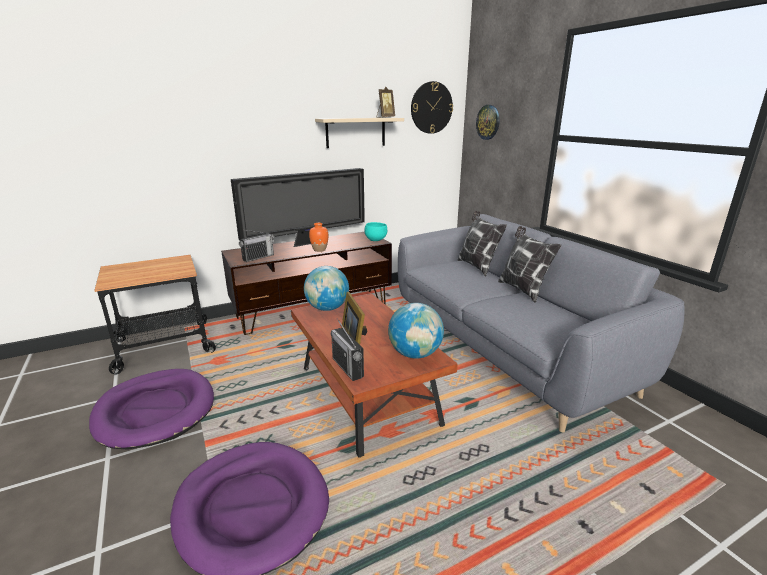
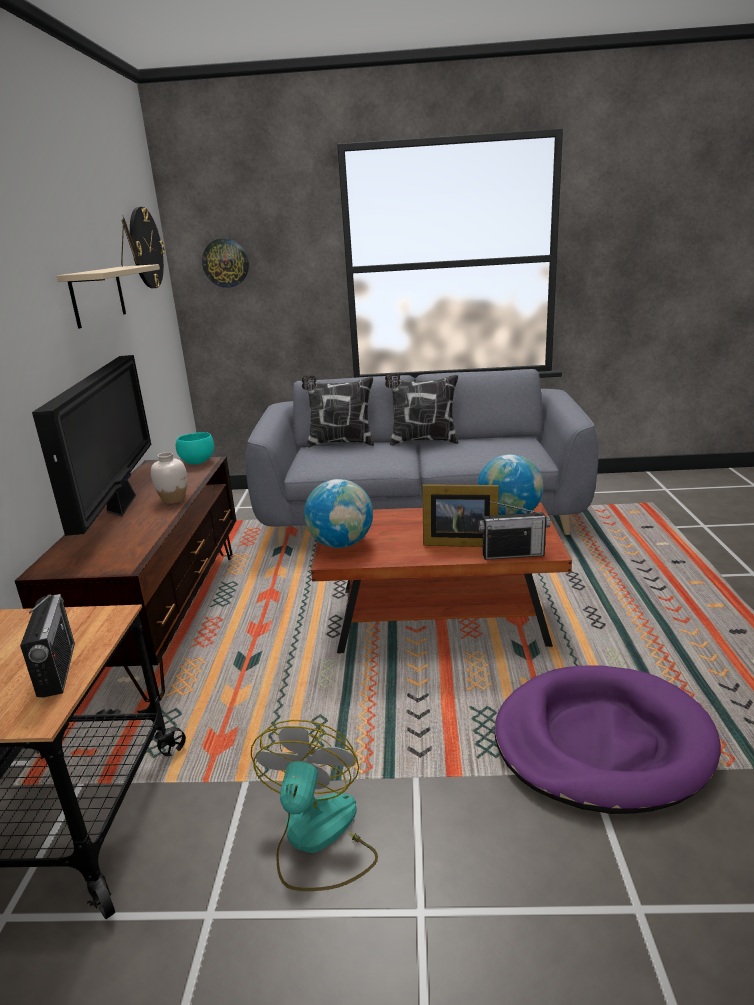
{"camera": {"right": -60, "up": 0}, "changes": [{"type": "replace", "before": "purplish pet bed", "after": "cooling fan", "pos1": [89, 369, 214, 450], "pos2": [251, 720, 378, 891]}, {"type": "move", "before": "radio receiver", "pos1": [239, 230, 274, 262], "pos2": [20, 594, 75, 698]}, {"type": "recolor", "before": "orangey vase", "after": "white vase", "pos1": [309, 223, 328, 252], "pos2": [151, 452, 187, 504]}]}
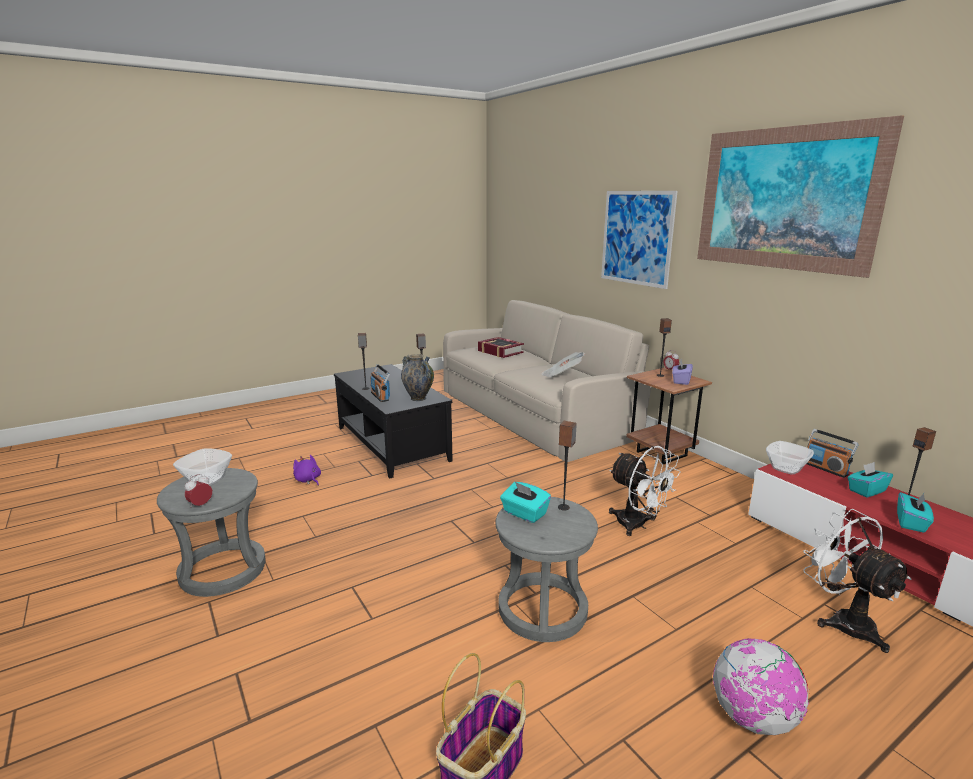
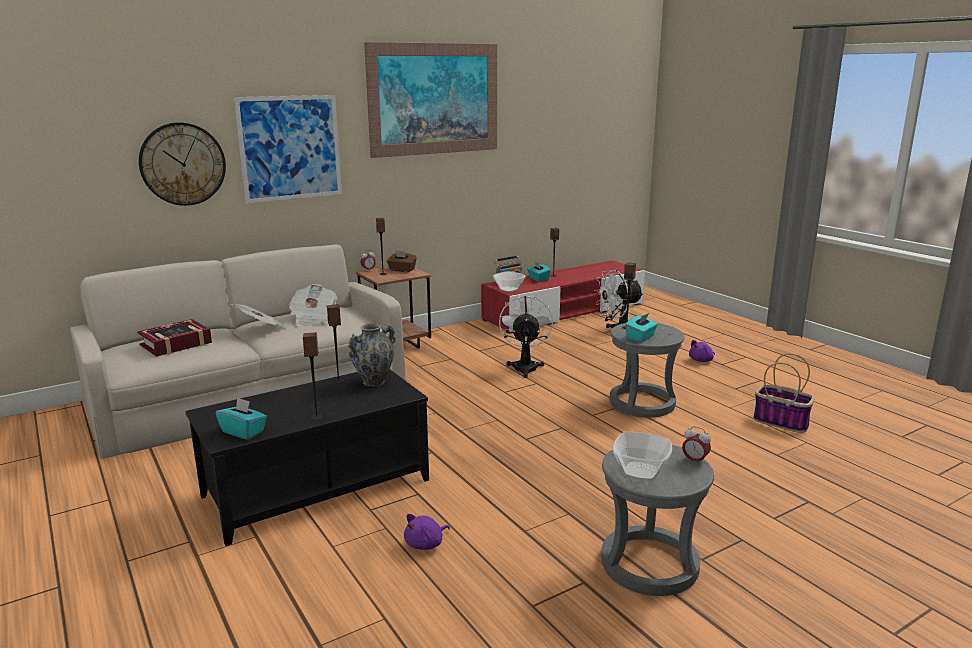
{"camera": {"right": -90, "up": 0}, "changes": [{"type": "delete", "before": "radio receiver", "pos1": [370, 364, 390, 402]}, {"type": "rotate", "before": "white cooling fan", "pos1": [609, 446, 681, 536], "pos2": [499, 294, 553, 378], "turn": -45}, {"type": "recolor", "before": "purplish tissue holder", "after": "brown-coloured tissue holder", "pos1": [672, 359, 693, 385], "pos2": [387, 250, 417, 272]}, {"type": "replace", "before": "world globe", "after": "purplish plush toy", "pos1": [713, 639, 809, 735], "pos2": [689, 340, 715, 362]}, {"type": "move", "before": "turquoise-coloured tissue holder", "pos1": [897, 492, 934, 533], "pos2": [215, 397, 267, 440]}, {"type": "insert", "after": "hanging clock", "pos2": [139, 122, 226, 206]}, {"type": "insert", "after": "newspaper", "pos2": [231, 304, 289, 327]}]}
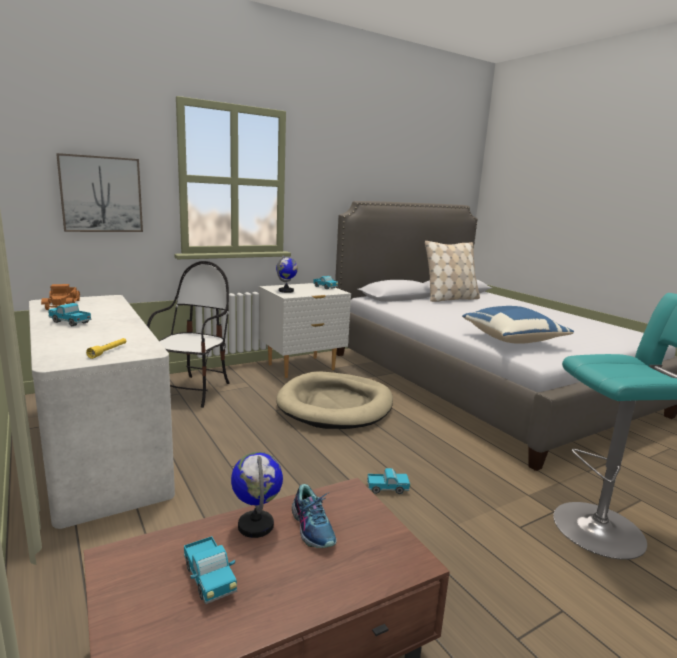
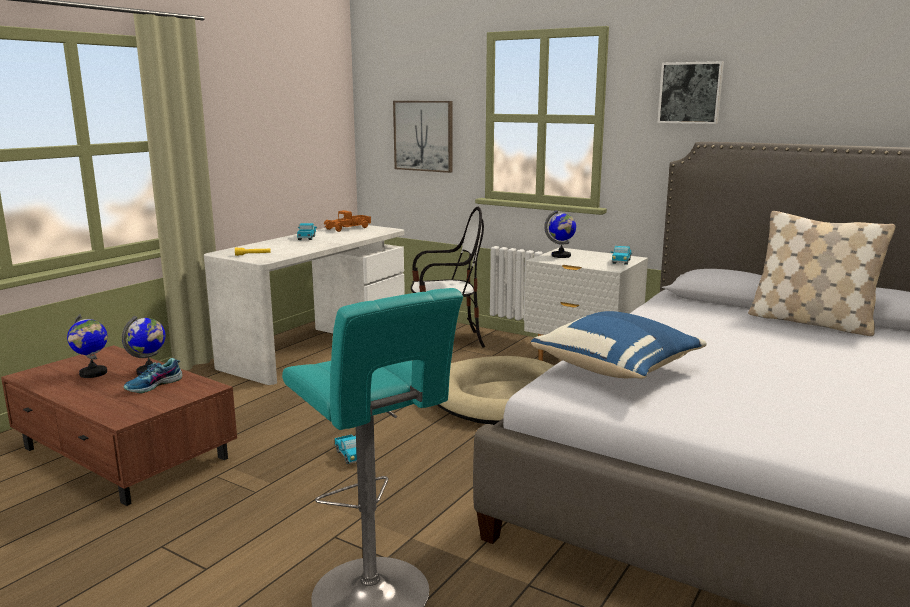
{"camera": {"right": 65, "up": 0}, "changes": [{"type": "replace", "before": "toy truck", "after": "world globe", "pos1": [184, 536, 237, 604], "pos2": [67, 314, 108, 378]}, {"type": "insert", "after": "picture", "pos2": [657, 61, 724, 124]}]}
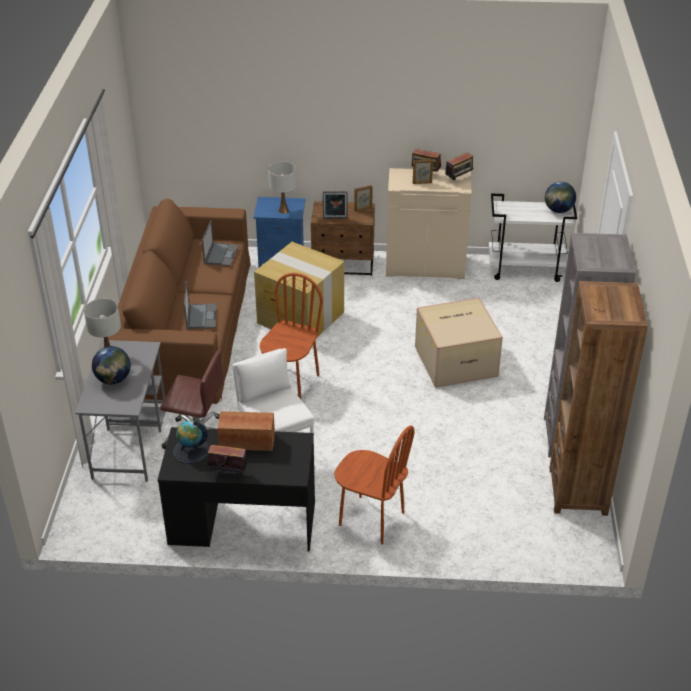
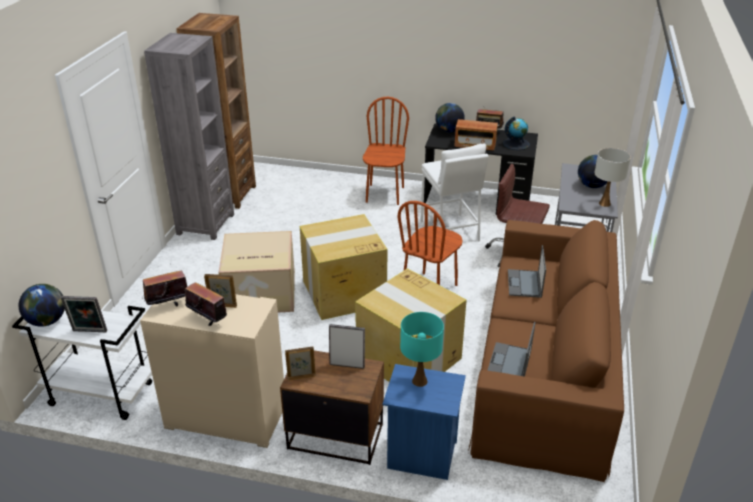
{"camera": {"right": -170, "up": -5}, "changes": [{"type": "recolor", "before": "white lamp for a table", "after": "turquoise-coloured lamp for a table", "pos1": [268, 161, 297, 214], "pos2": [400, 312, 444, 387]}, {"type": "rotate", "before": "brown-coloured plain chair", "pos1": [335, 426, 414, 544], "pos2": [363, 97, 409, 205], "turn": 60}, {"type": "insert", "after": "picture frame", "pos2": [61, 296, 107, 332]}, {"type": "insert", "after": "carton", "pos2": [300, 214, 387, 320]}, {"type": "insert", "after": "world globe", "pos2": [435, 103, 465, 132]}]}
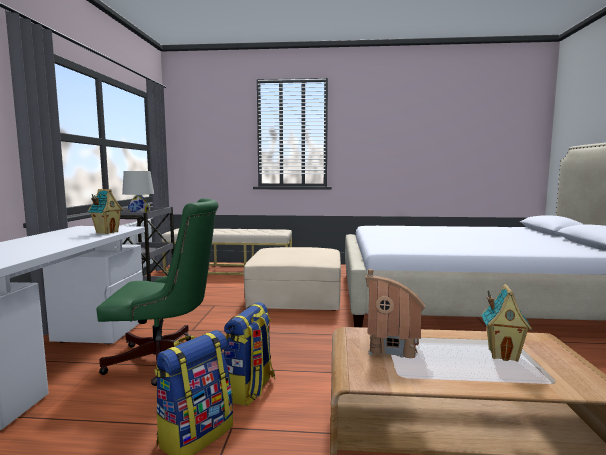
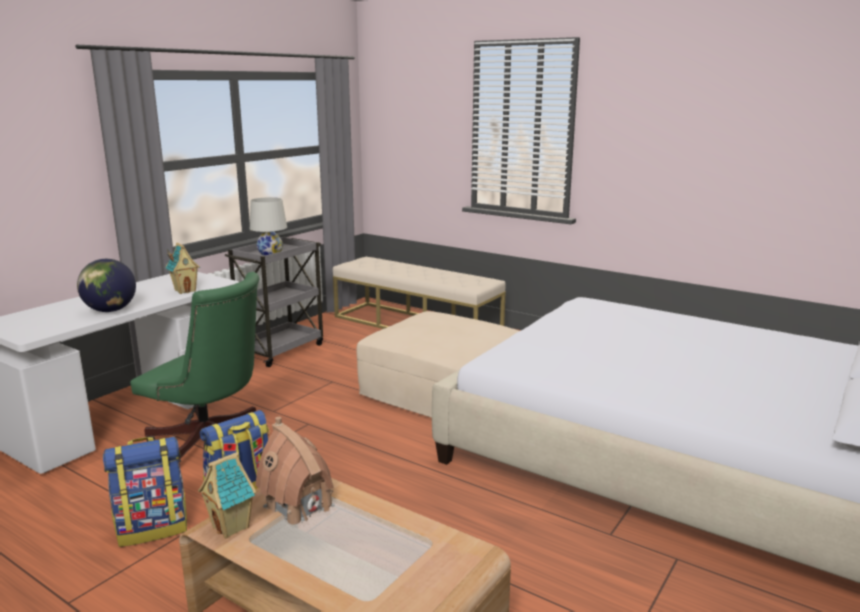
{"camera": {"right": 30, "up": 10}, "changes": [{"type": "move", "before": "toy house", "pos1": [481, 284, 533, 362], "pos2": [198, 452, 256, 538]}, {"type": "insert", "after": "world globe", "pos2": [77, 259, 136, 312]}]}
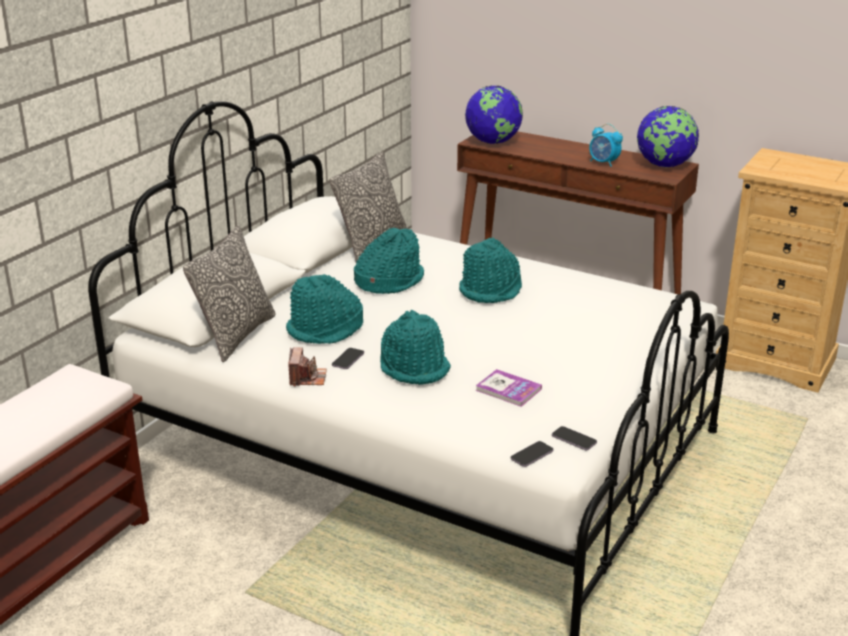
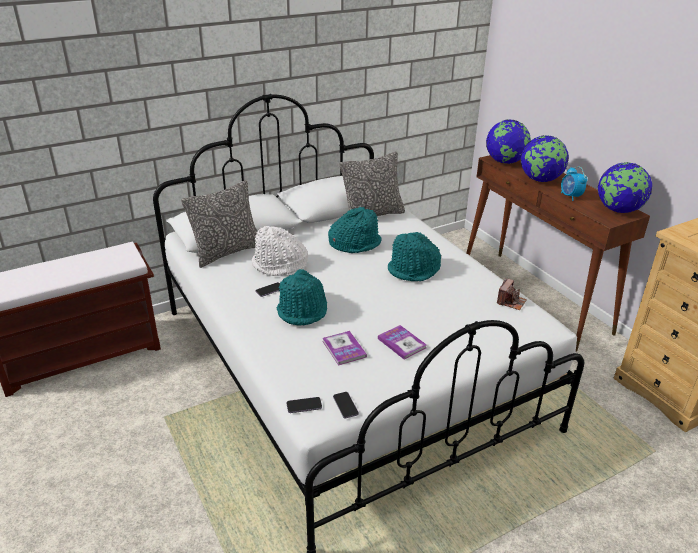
{"camera": {"right": 30, "up": 5}, "changes": [{"type": "recolor", "before": "turquoise-coloured wearable hat", "after": "white wearable hat", "pos1": [286, 274, 363, 344], "pos2": [252, 226, 308, 276]}, {"type": "move", "before": "photo camera", "pos1": [289, 347, 327, 387], "pos2": [497, 278, 527, 310]}, {"type": "insert", "after": "book", "pos2": [378, 325, 427, 359]}, {"type": "insert", "after": "world globe", "pos2": [521, 135, 569, 182]}]}
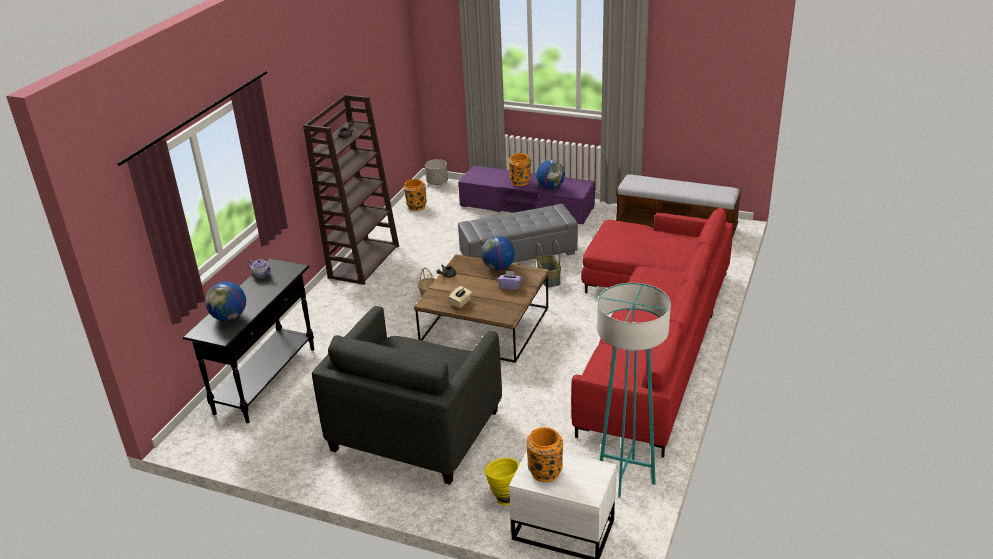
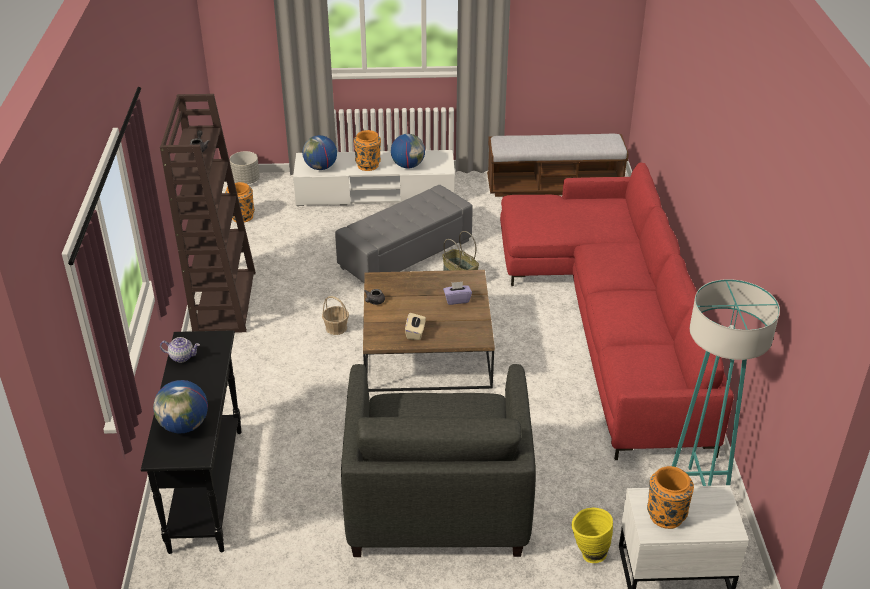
{"camera": {"right": -25, "up": 5}, "changes": [{"type": "recolor", "before": "purplish media console", "after": "white media console", "pos1": [458, 165, 595, 224], "pos2": [293, 150, 455, 206]}, {"type": "move", "before": "world globe", "pos1": [481, 236, 515, 270], "pos2": [302, 135, 337, 170]}]}
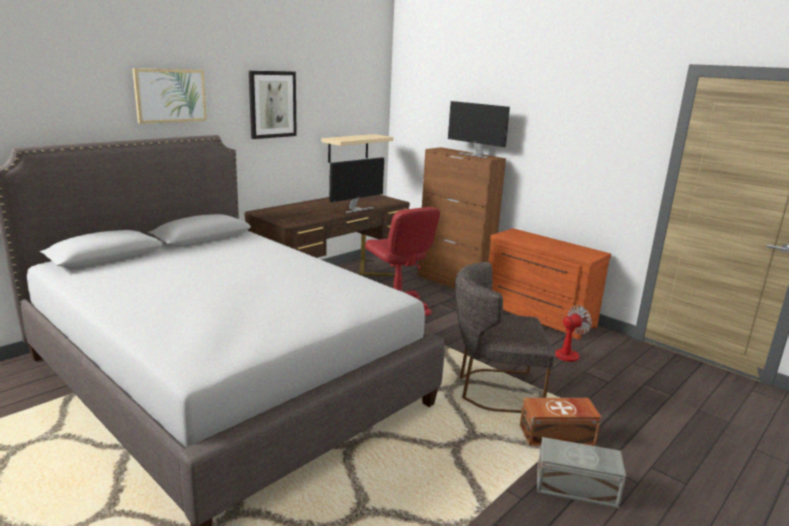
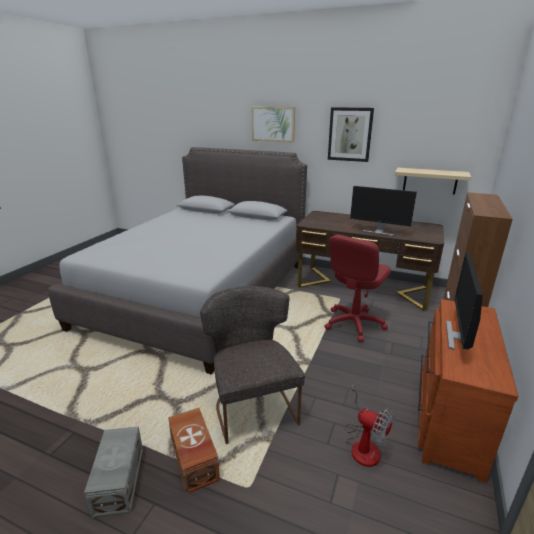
{"camera": {"right": 70, "up": 5}, "changes": [{"type": "move", "before": "computer screen", "pos1": [448, 101, 510, 158], "pos2": [446, 253, 483, 350]}]}
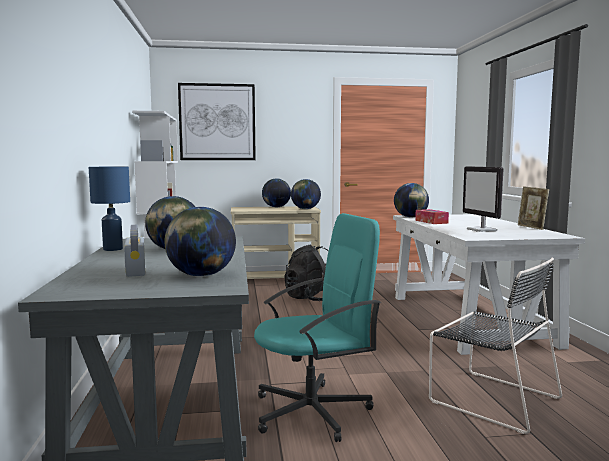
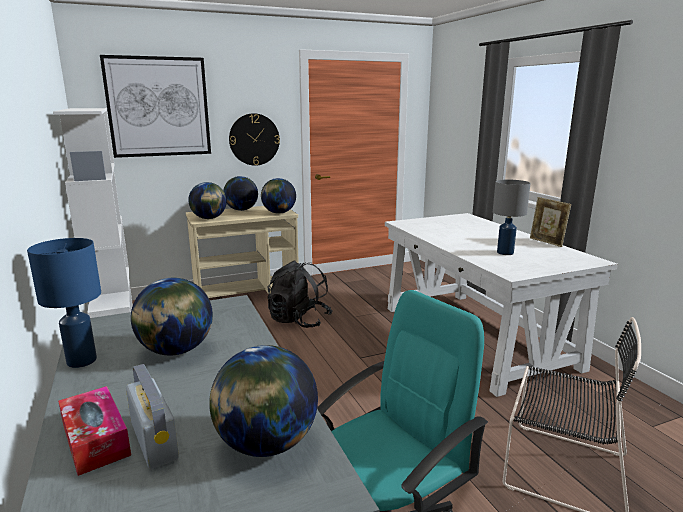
{"camera": {"right": -15, "up": 10}, "changes": [{"type": "move", "before": "world globe", "pos1": [394, 183, 429, 217], "pos2": [188, 182, 227, 219]}, {"type": "move", "before": "tissue holder", "pos1": [415, 209, 449, 224], "pos2": [58, 386, 131, 476]}, {"type": "replace", "before": "computer screen", "after": "grey lamp for a table", "pos1": [463, 166, 504, 232], "pos2": [493, 180, 531, 255]}, {"type": "insert", "after": "hanging clock", "pos2": [229, 113, 280, 166]}]}
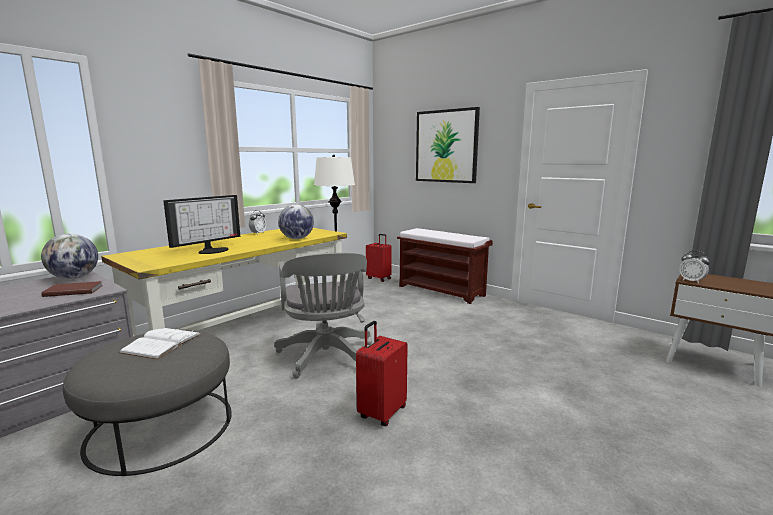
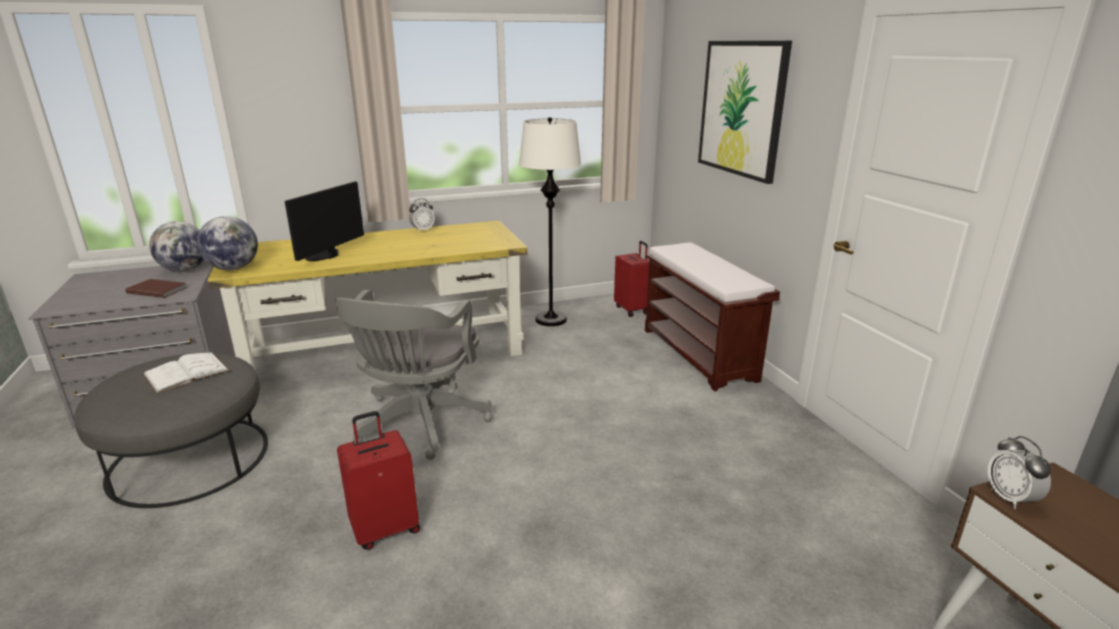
{"camera": {"right": 30, "up": 10}, "changes": [{"type": "rotate", "before": "computer screen", "pos1": [163, 195, 240, 254], "pos2": [285, 181, 364, 261], "turn": 135}, {"type": "move", "before": "world globe", "pos1": [278, 204, 314, 239], "pos2": [197, 216, 258, 270]}]}
